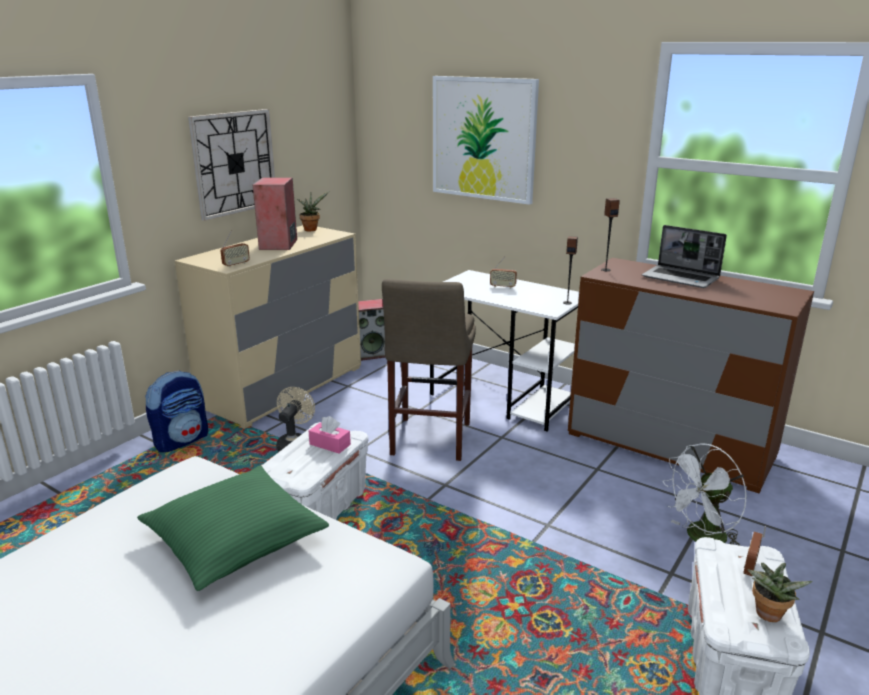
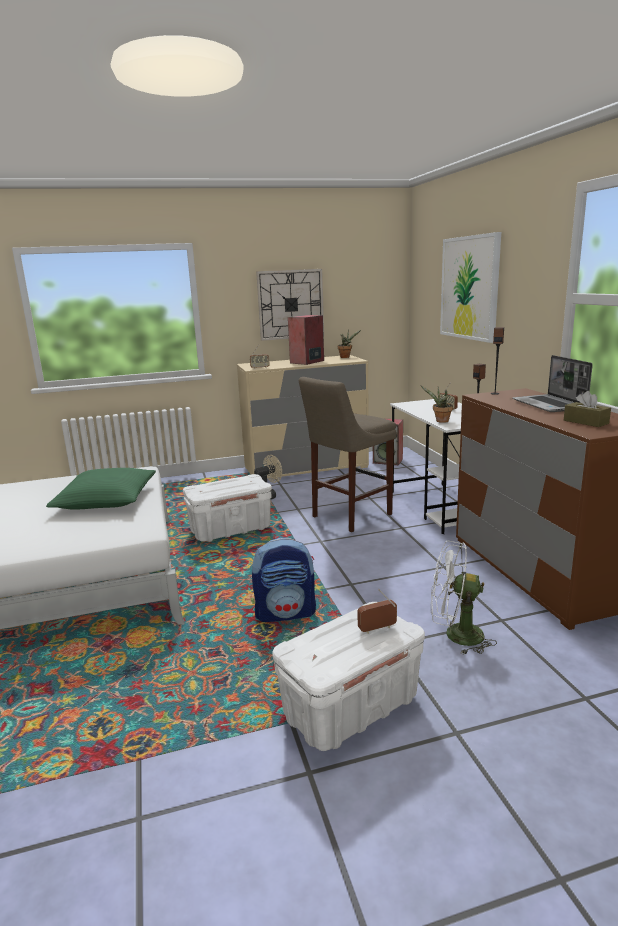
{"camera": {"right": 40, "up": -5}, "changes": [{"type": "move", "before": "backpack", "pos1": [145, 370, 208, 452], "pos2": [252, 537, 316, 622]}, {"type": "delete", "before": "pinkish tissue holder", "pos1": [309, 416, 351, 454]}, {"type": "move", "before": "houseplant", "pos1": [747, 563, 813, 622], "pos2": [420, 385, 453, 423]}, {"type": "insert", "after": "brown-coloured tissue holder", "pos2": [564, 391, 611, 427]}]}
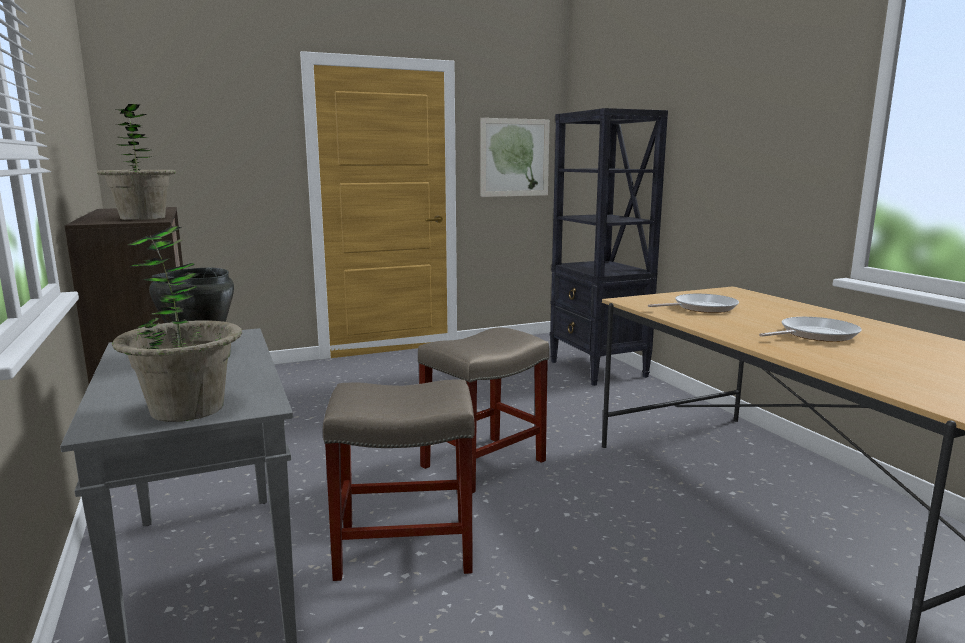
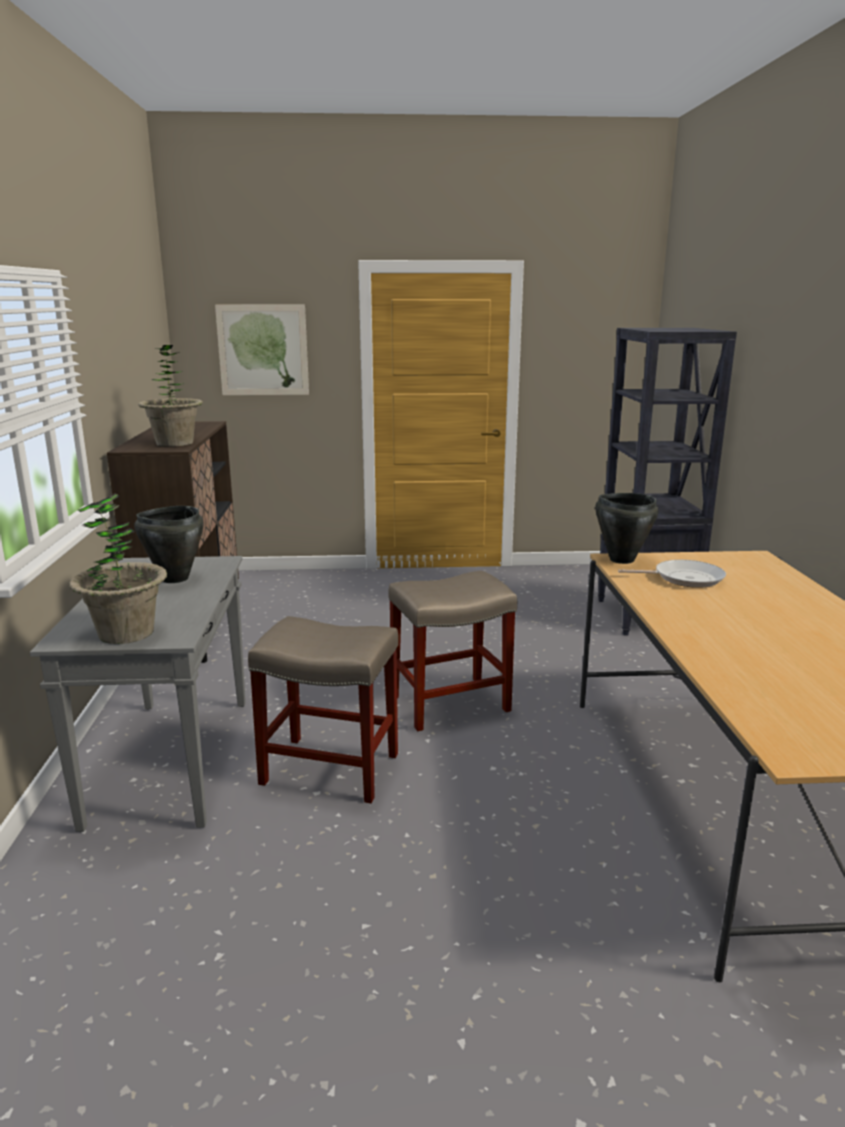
{"camera": {"right": 20, "up": 5}, "changes": [{"type": "move", "before": "picture", "pos1": [480, 118, 550, 197], "pos2": [215, 305, 309, 395]}, {"type": "delete", "before": "frying pan", "pos1": [759, 317, 862, 342]}, {"type": "insert", "after": "black cooking pot", "pos2": [595, 493, 658, 564]}]}
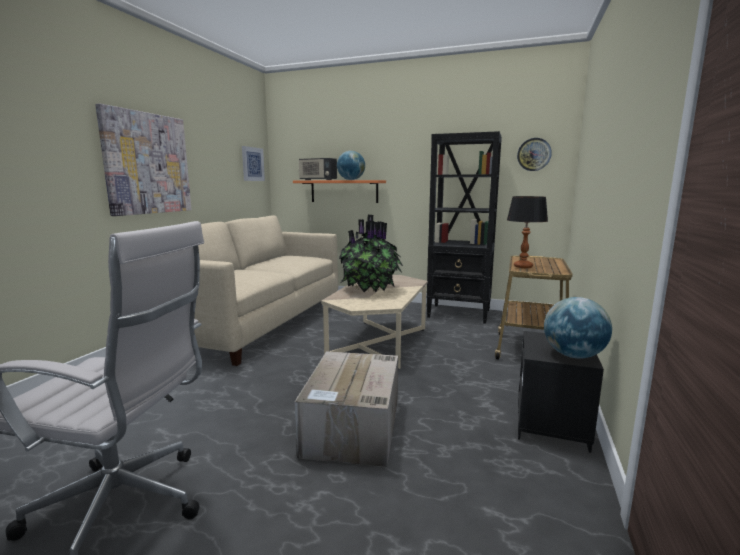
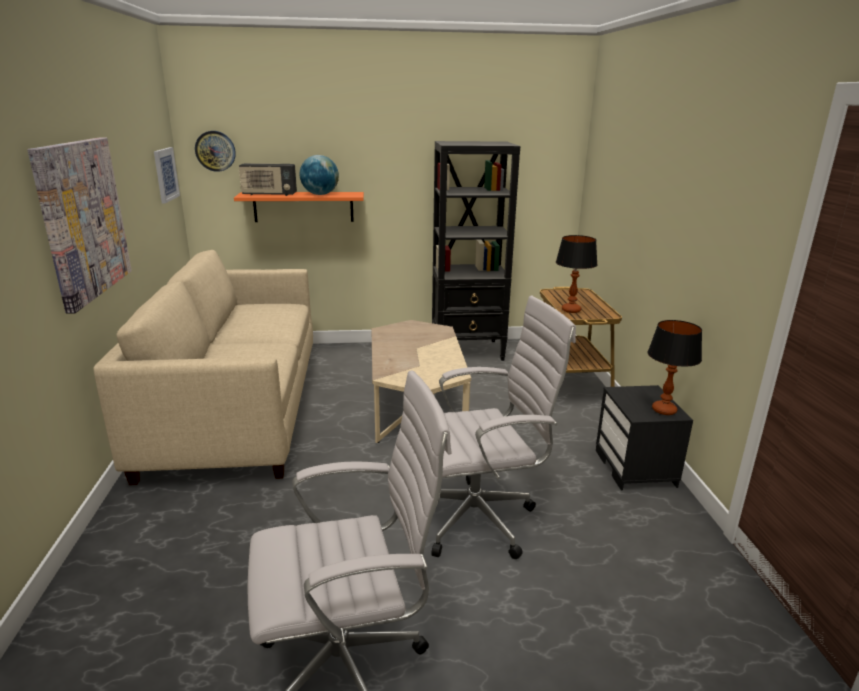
{"camera": {"right": -25, "up": 10}, "changes": [{"type": "replace", "before": "carton", "after": "white desk chair", "pos1": [295, 351, 398, 467], "pos2": [431, 295, 576, 559]}, {"type": "delete", "before": "houseplant", "pos1": [339, 215, 403, 292]}, {"type": "move", "before": "hanging clock", "pos1": [517, 138, 552, 171], "pos2": [195, 131, 236, 172]}, {"type": "replace", "before": "world globe", "after": "lamp for a table", "pos1": [544, 297, 612, 358], "pos2": [648, 320, 702, 415]}]}
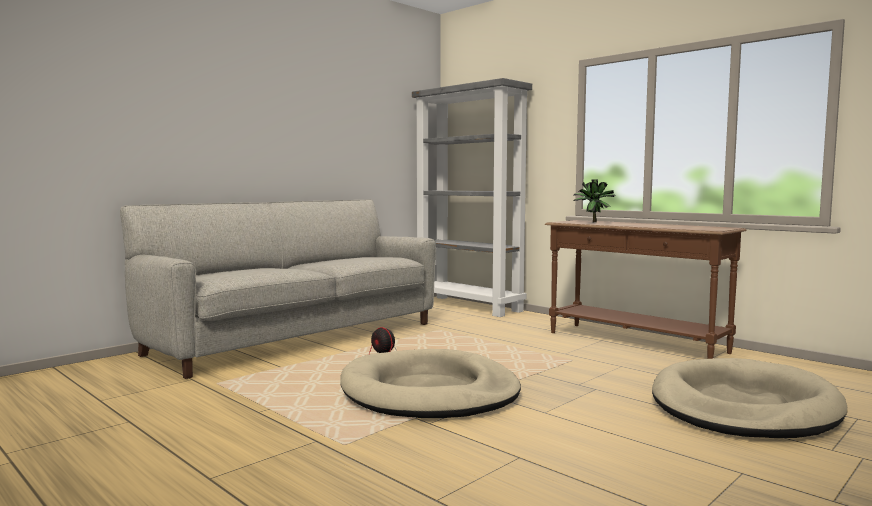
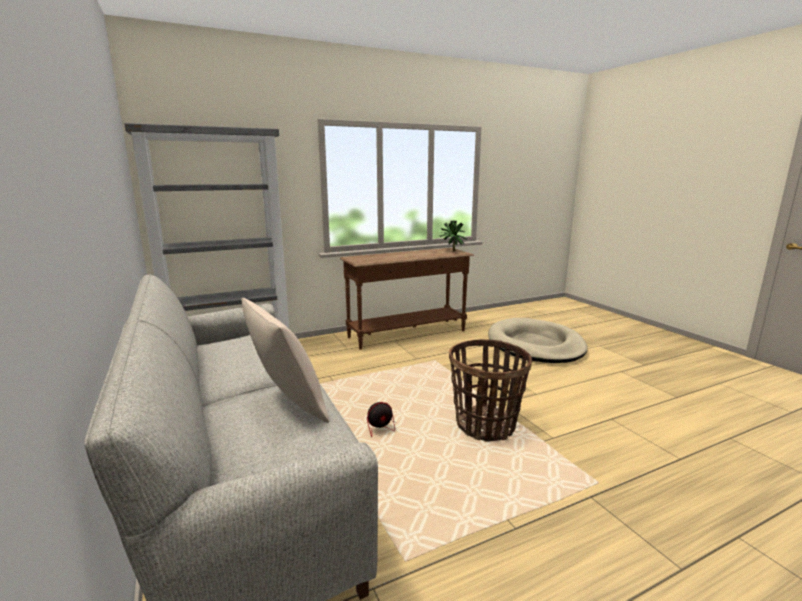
{"camera": {"right": -70, "up": 10}, "changes": [{"type": "replace", "before": "beige-coloured pet bed", "after": "basket", "pos1": [340, 349, 521, 418], "pos2": [449, 339, 532, 442]}, {"type": "move", "before": "houseplant", "pos1": [574, 179, 616, 222], "pos2": [440, 221, 467, 251]}, {"type": "insert", "after": "beige-coloured throw pillow", "pos2": [241, 298, 329, 423]}]}
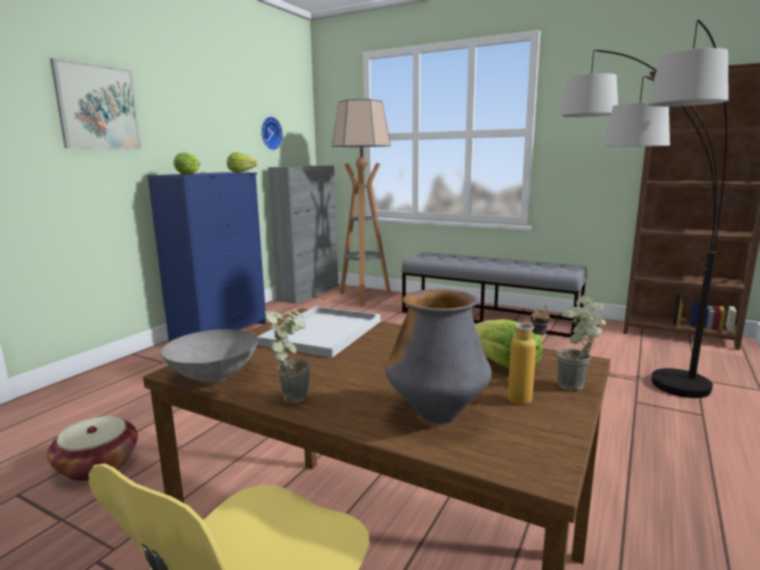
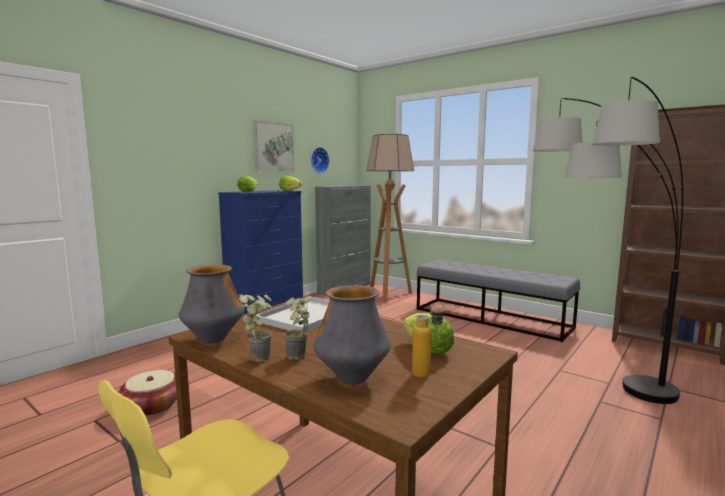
{"camera": {"right": 10, "up": -5}, "changes": [{"type": "move", "before": "picture", "pos1": [50, 58, 141, 149], "pos2": [253, 121, 295, 172]}, {"type": "replace", "before": "grey deep dish", "after": "vase", "pos1": [161, 329, 258, 383], "pos2": [179, 265, 244, 344]}, {"type": "move", "before": "houseplant", "pos1": [556, 294, 606, 390], "pos2": [284, 289, 312, 360]}]}
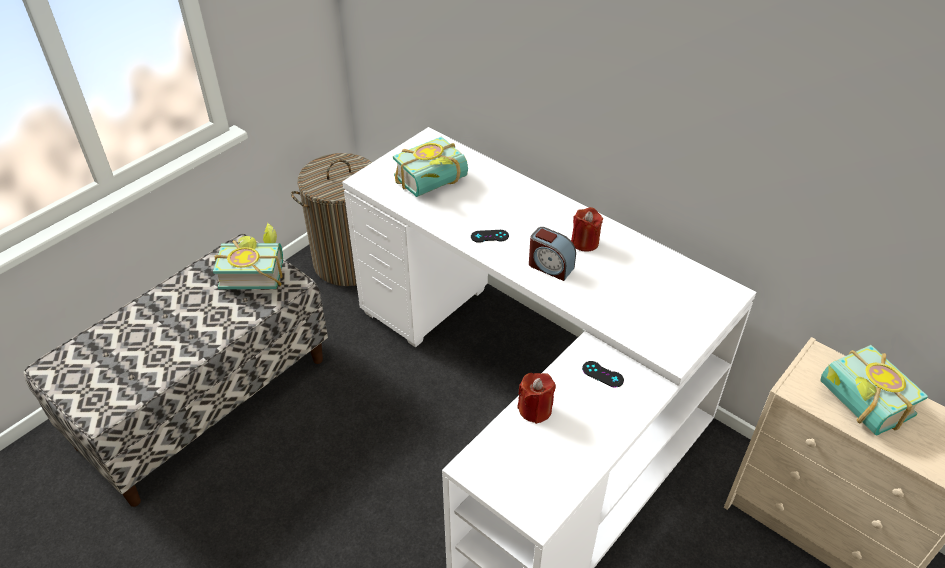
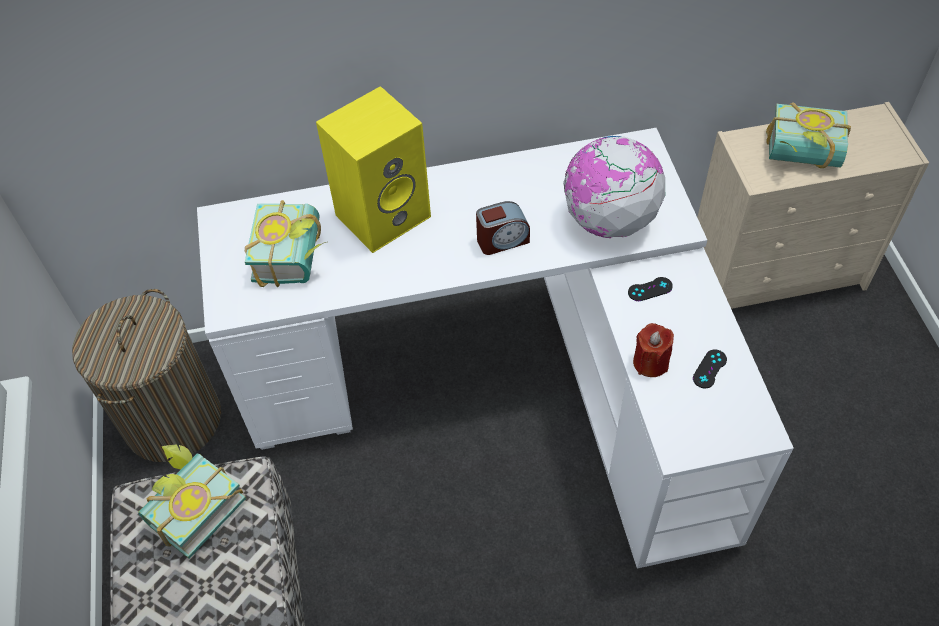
{"camera": {"right": -50, "up": 10}, "changes": [{"type": "move", "before": "black game controller", "pos1": [471, 230, 509, 243], "pos2": [693, 349, 727, 388]}, {"type": "delete", "before": "reddish wax candle", "pos1": [571, 207, 603, 251]}, {"type": "insert", "after": "yellowish audio speaker", "pos2": [316, 86, 431, 253]}, {"type": "insert", "after": "world globe", "pos2": [563, 136, 665, 238]}]}
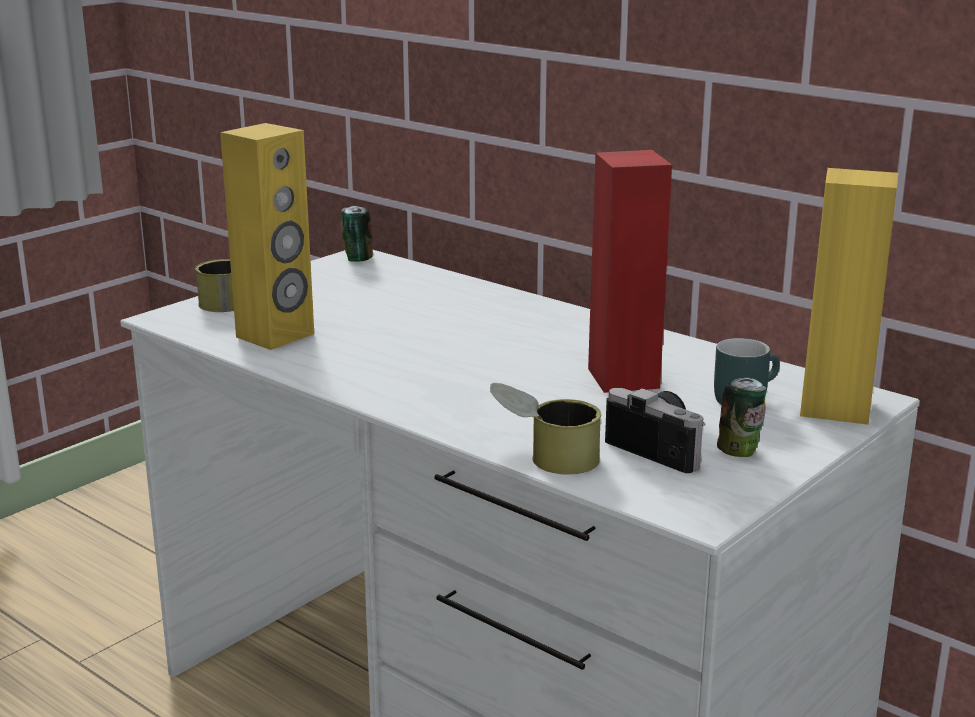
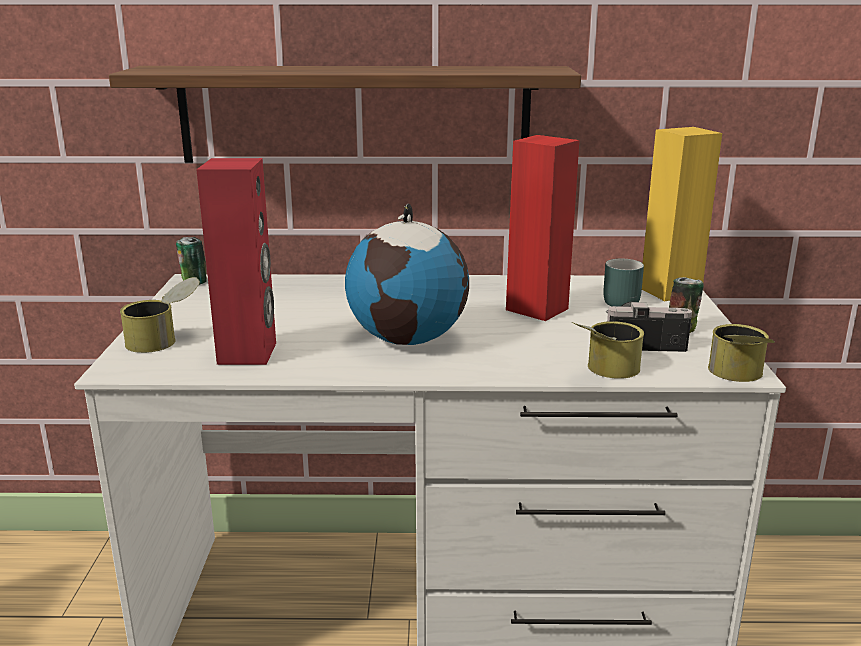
{"camera": {"right": -40, "up": 0}, "changes": [{"type": "recolor", "before": "yellowish audio speaker", "after": "reddish audio speaker", "pos1": [220, 123, 314, 350], "pos2": [196, 158, 276, 365]}, {"type": "insert", "after": "wall shelf", "pos2": [109, 66, 581, 163]}, {"type": "insert", "after": "world globe", "pos2": [345, 203, 469, 345]}, {"type": "insert", "after": "metal can", "pos2": [708, 324, 775, 382]}]}
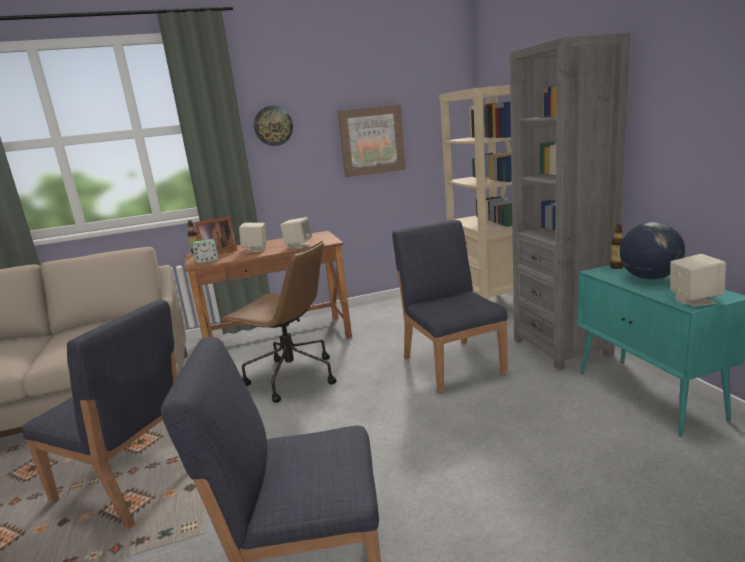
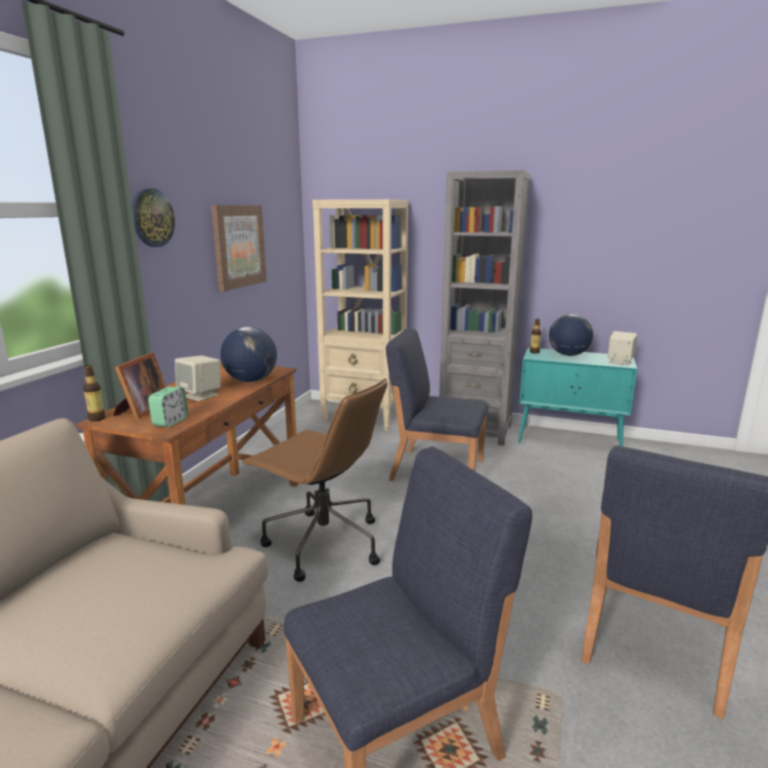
{"camera": {"right": -55, "up": 0}, "changes": [{"type": "rotate", "before": "brown-coloured desk chair", "pos1": [220, 241, 337, 403], "pos2": [242, 378, 388, 582], "turn": 60}, {"type": "replace", "before": "beige-coloured audio speaker", "after": "world globe", "pos1": [280, 217, 312, 249], "pos2": [220, 327, 277, 382]}]}
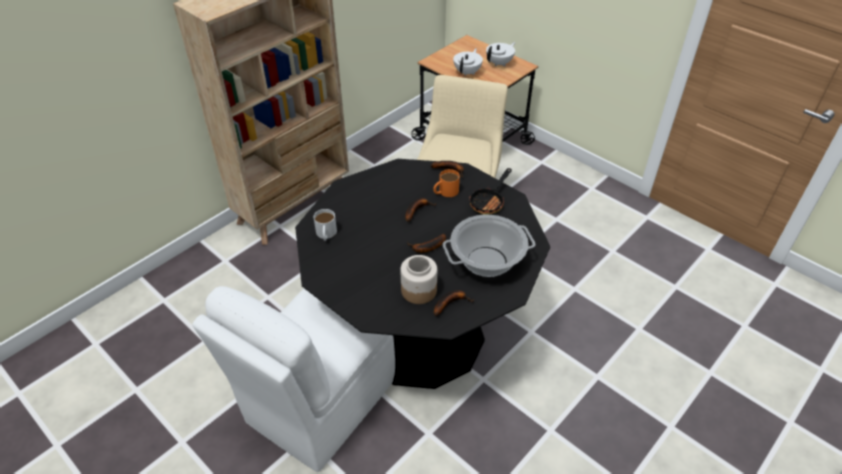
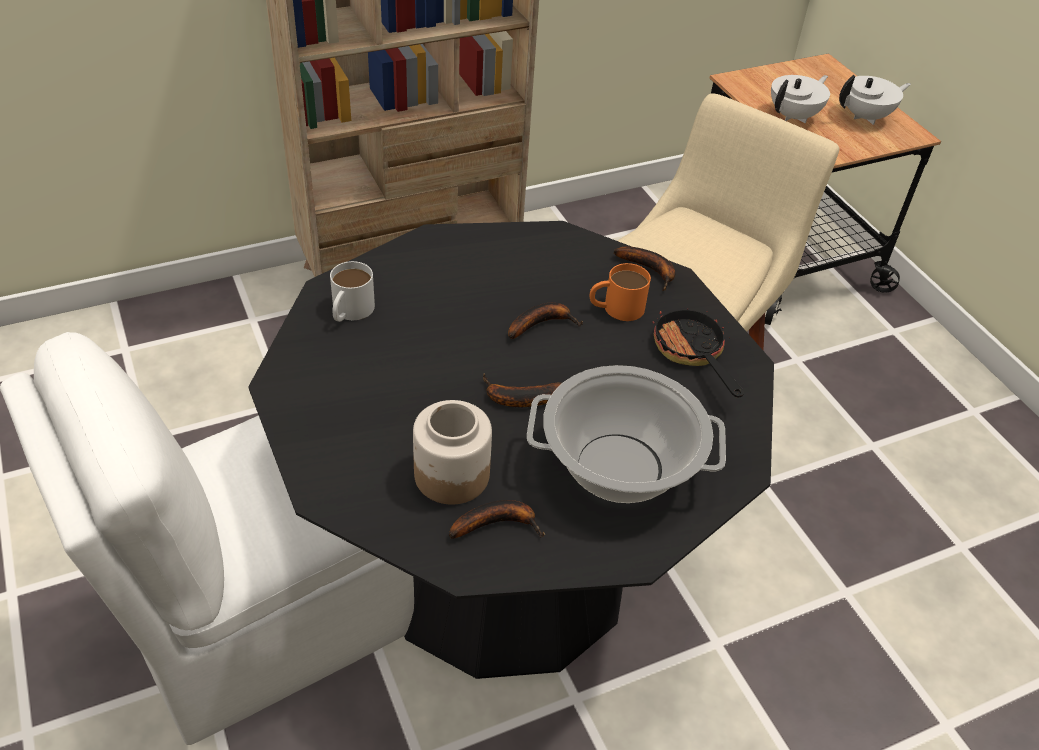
{"camera": {"right": 20, "up": 0}, "changes": [{"type": "rotate", "before": "frying pan", "pos1": [469, 168, 512, 215], "pos2": [652, 302, 744, 398], "turn": 105}]}
